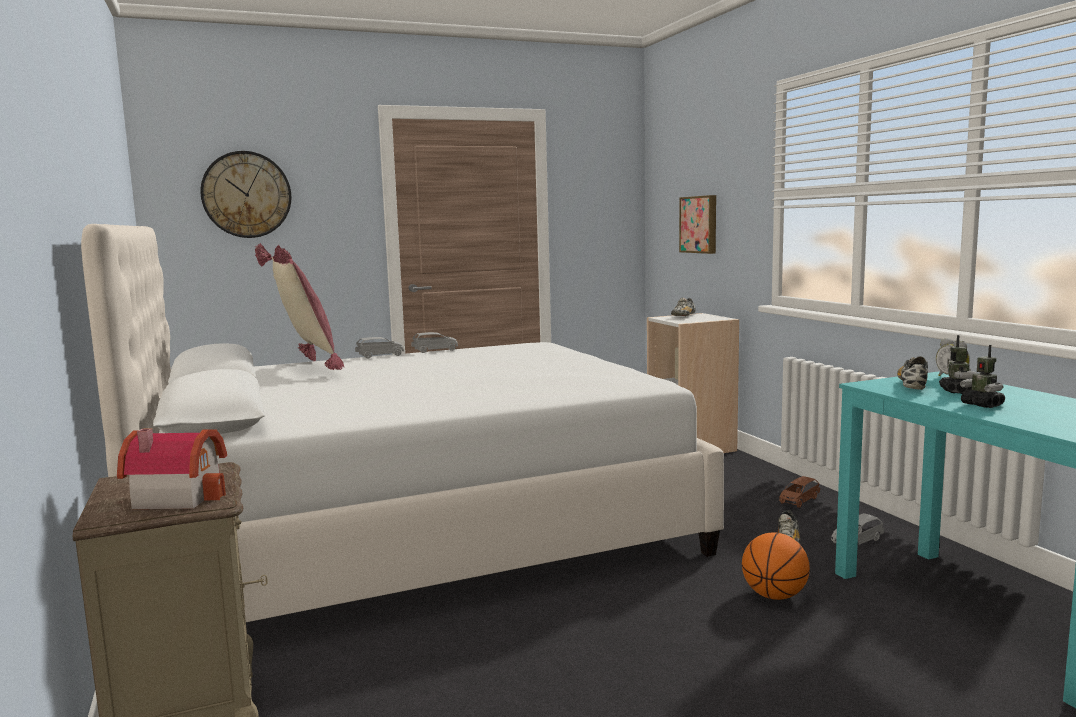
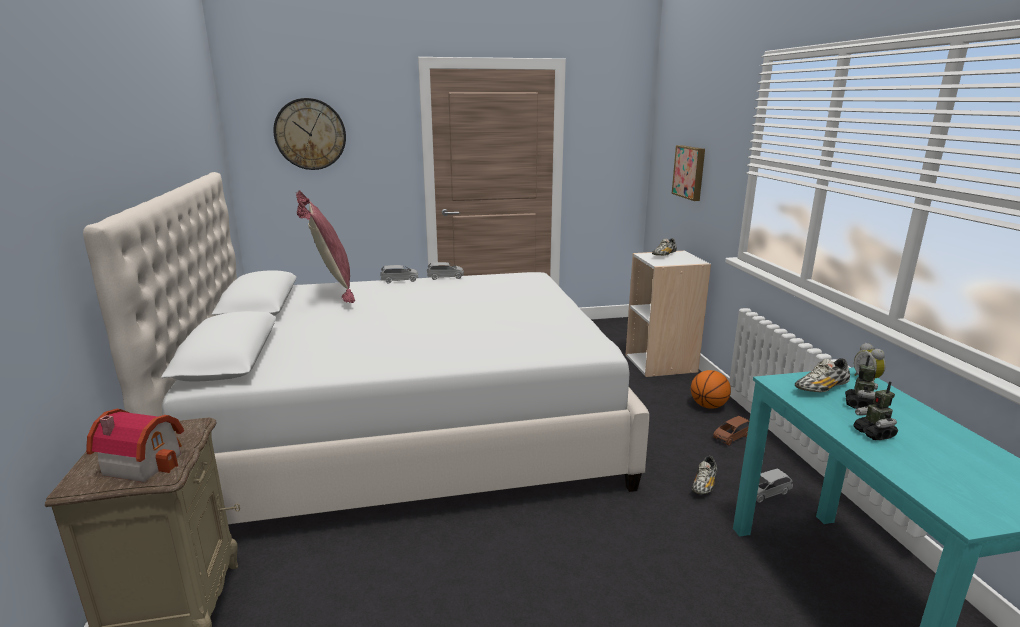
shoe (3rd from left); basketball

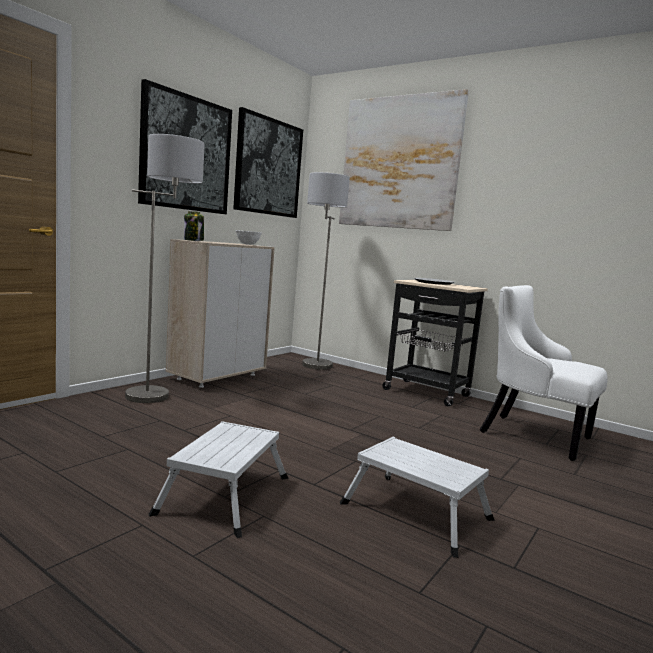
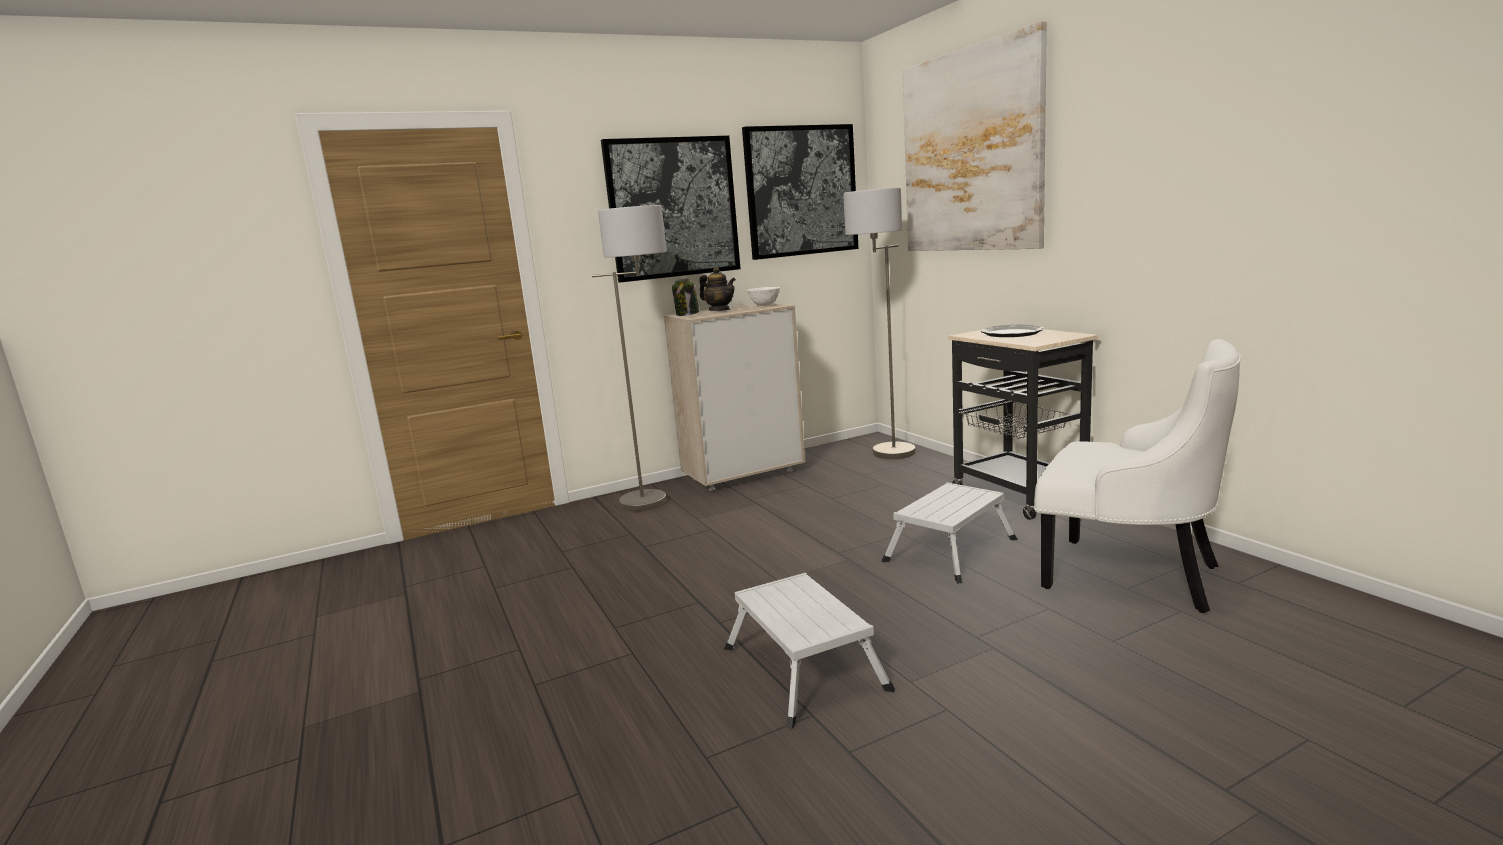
white chair; white step ladder (2nd from left); teapot

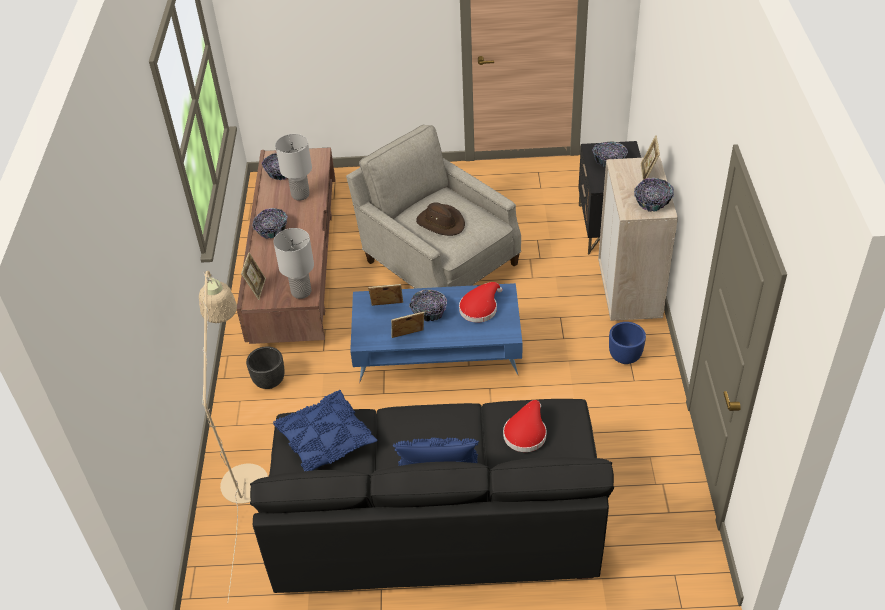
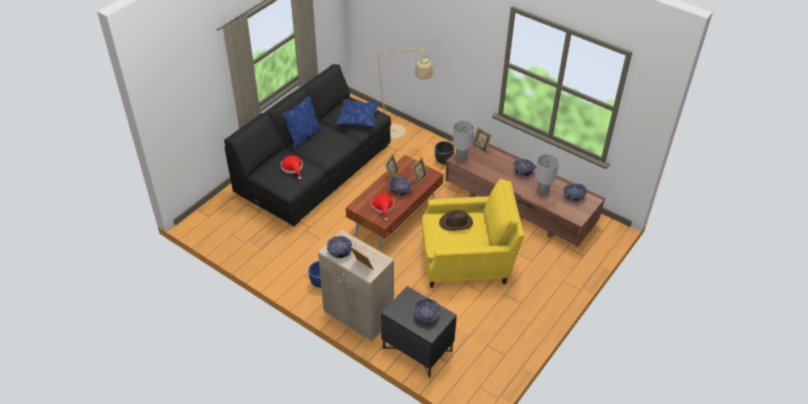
yellow armchair; brown coffee table

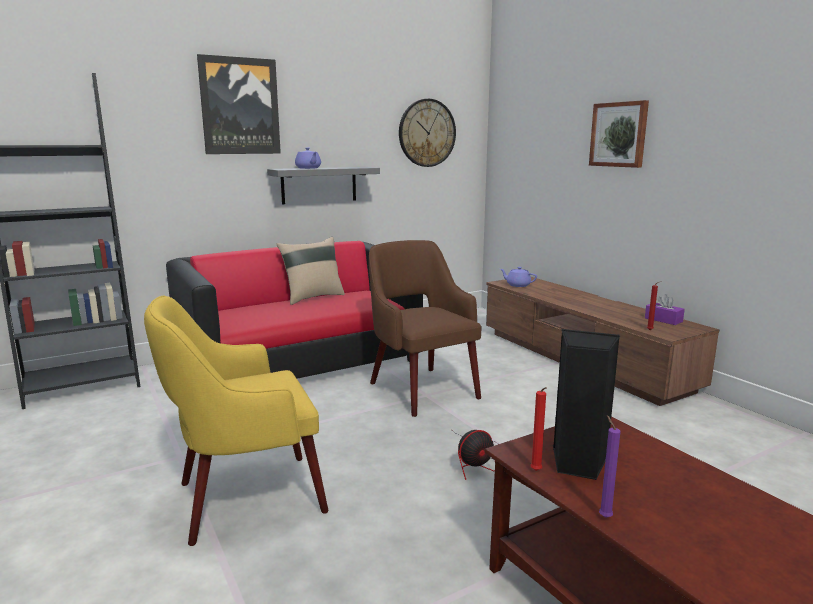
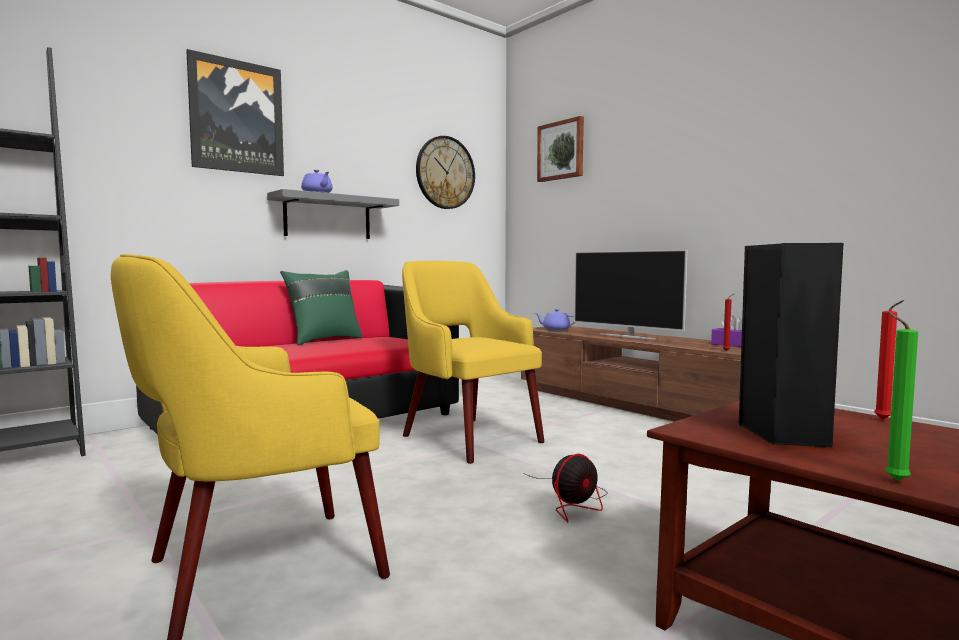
picture (2nd from left); green pillow; yellow armchair (2nd from left); red candle (2nd from left); green candle; television

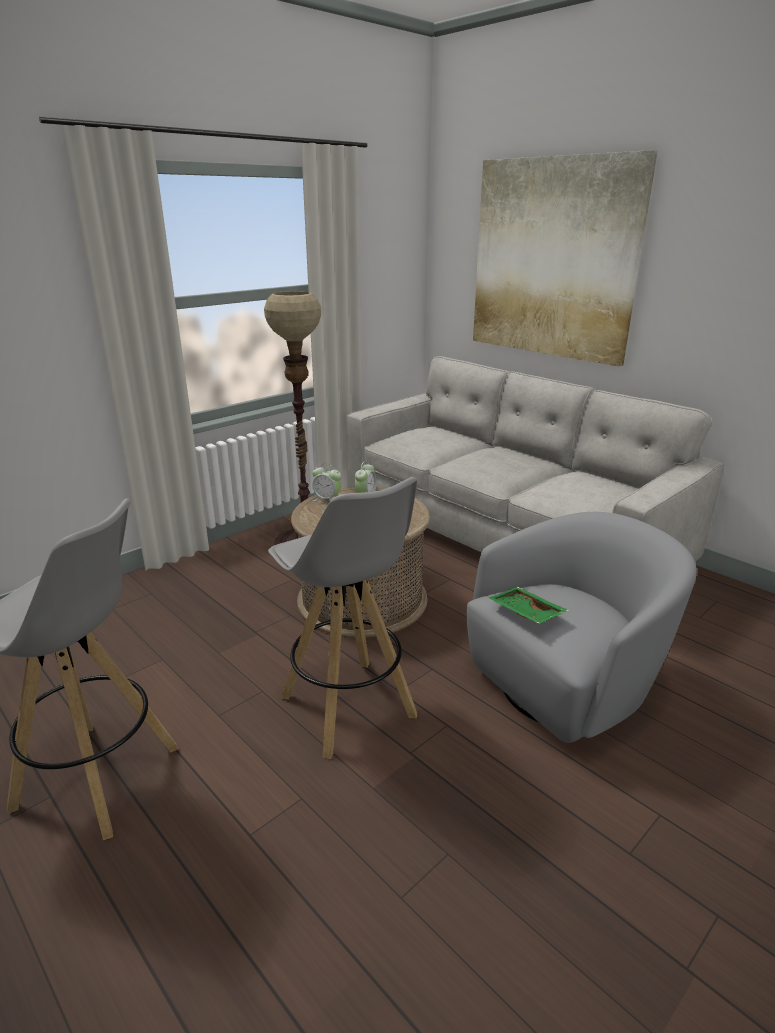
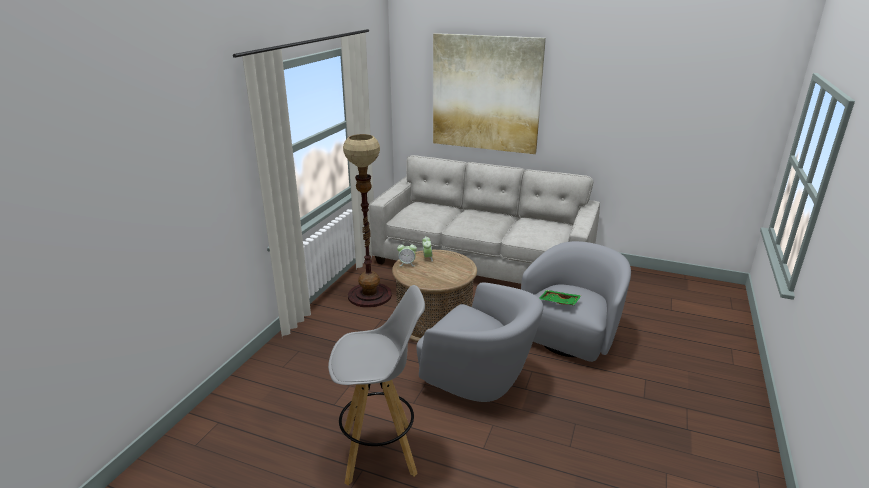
grey armchair (1st from left)

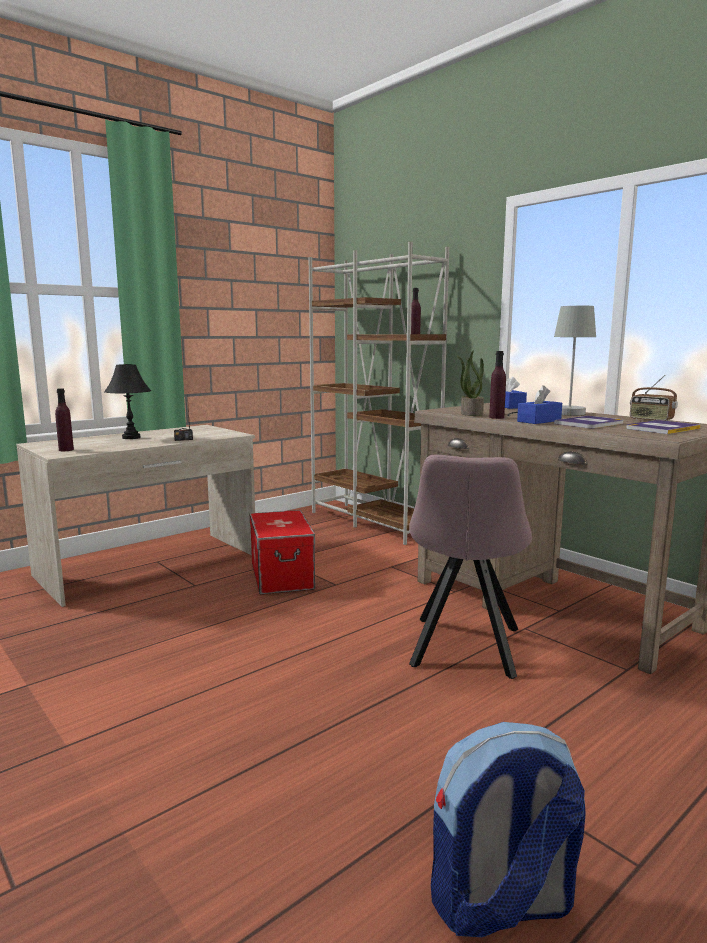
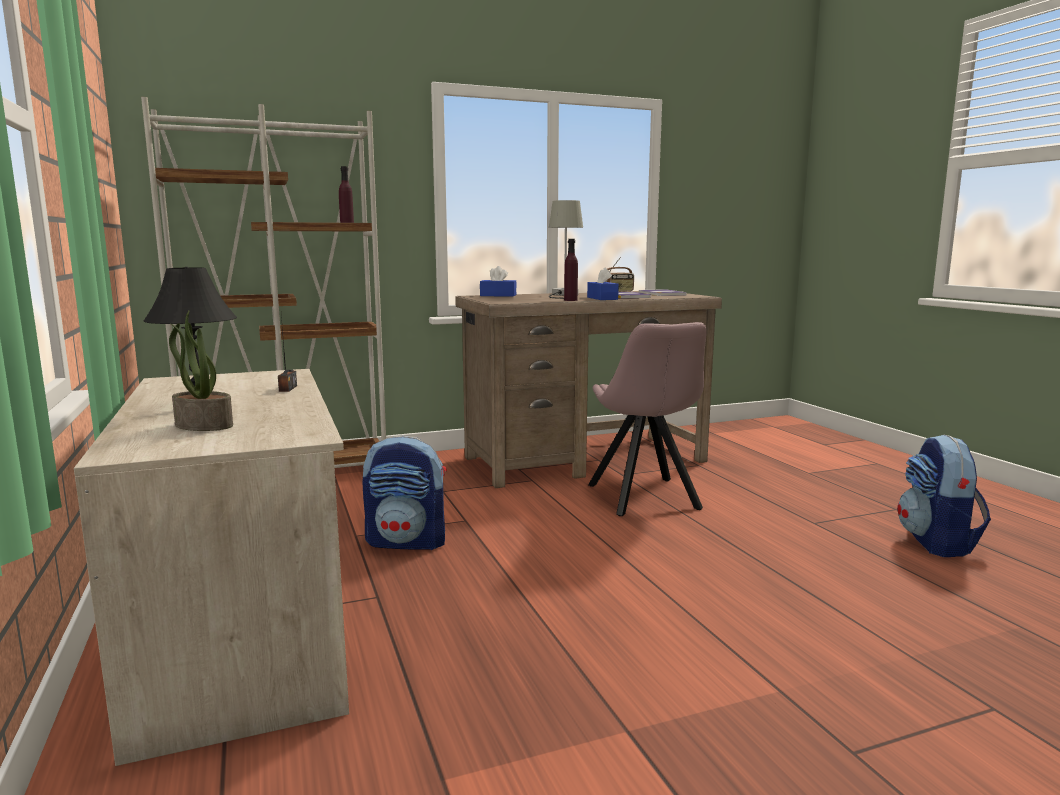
potted plant; purple bottle (1st from left in the first image); pink chair; backpack (1st from left)

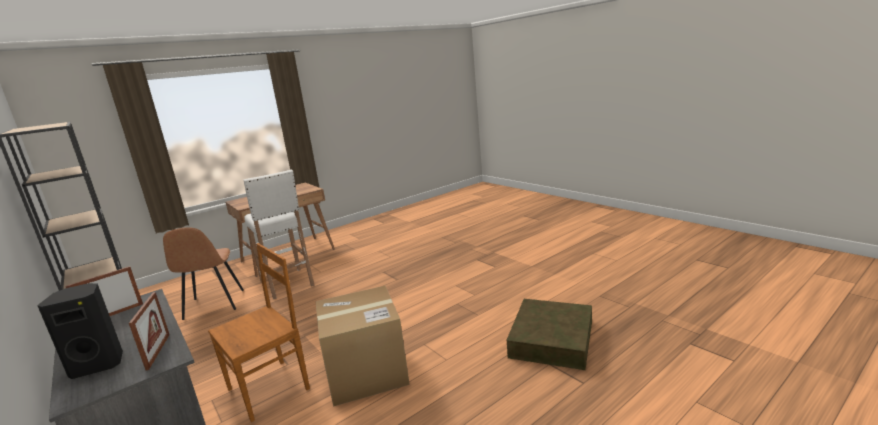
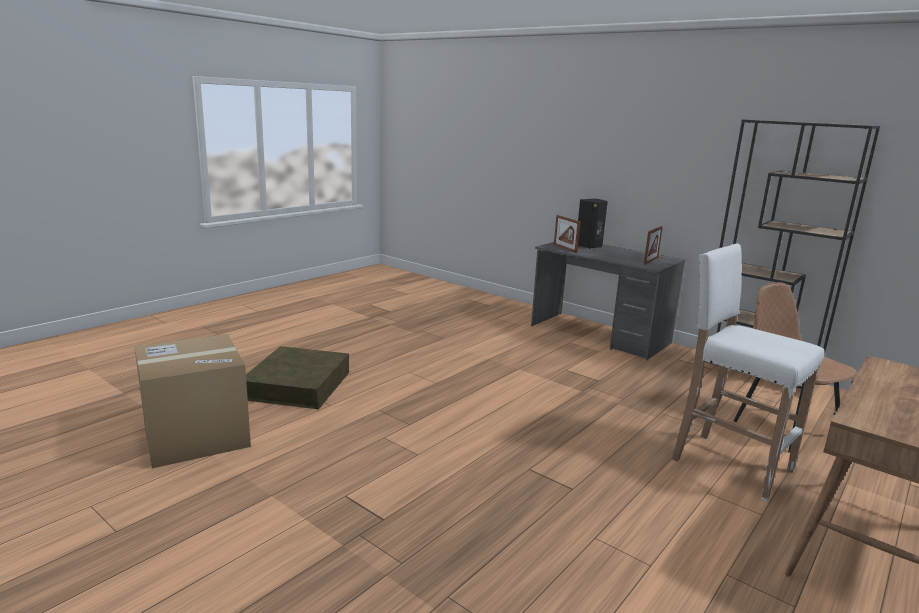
brown chair (2nd from left in the first image); cardboard box

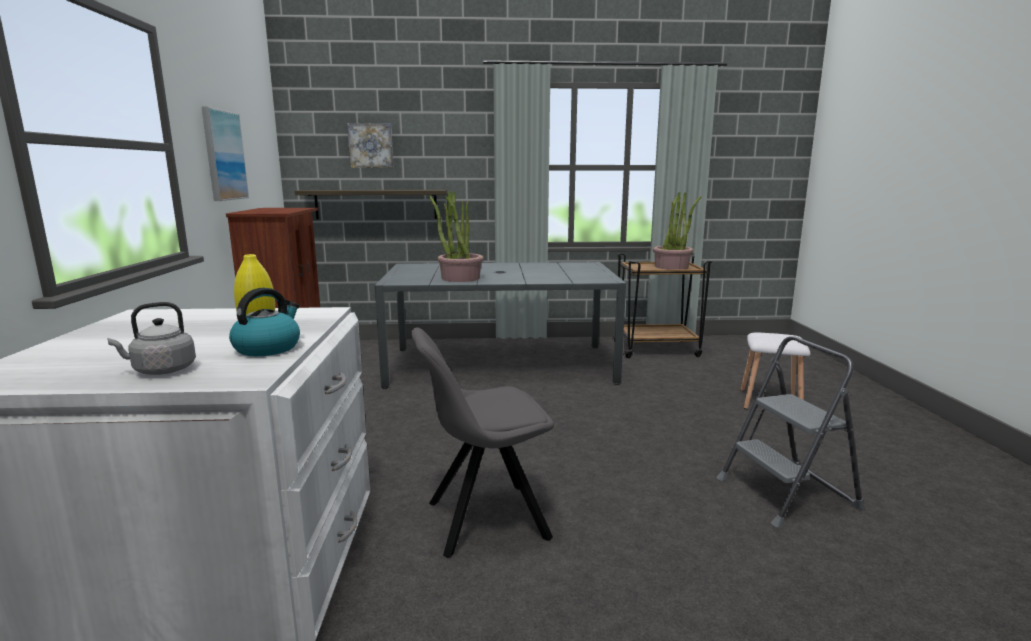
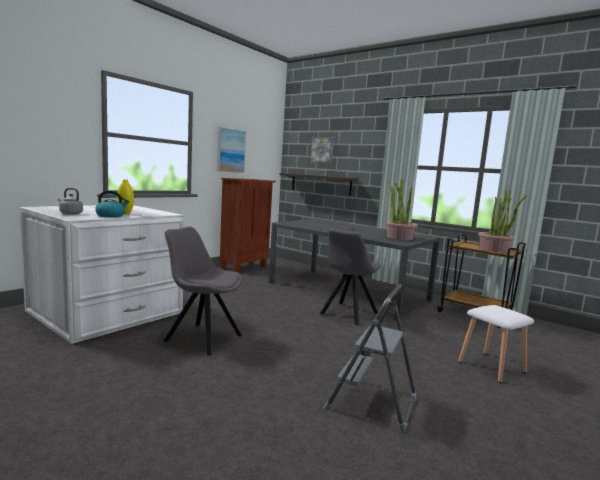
potted plant (1st from left); grey chair (2nd from left)

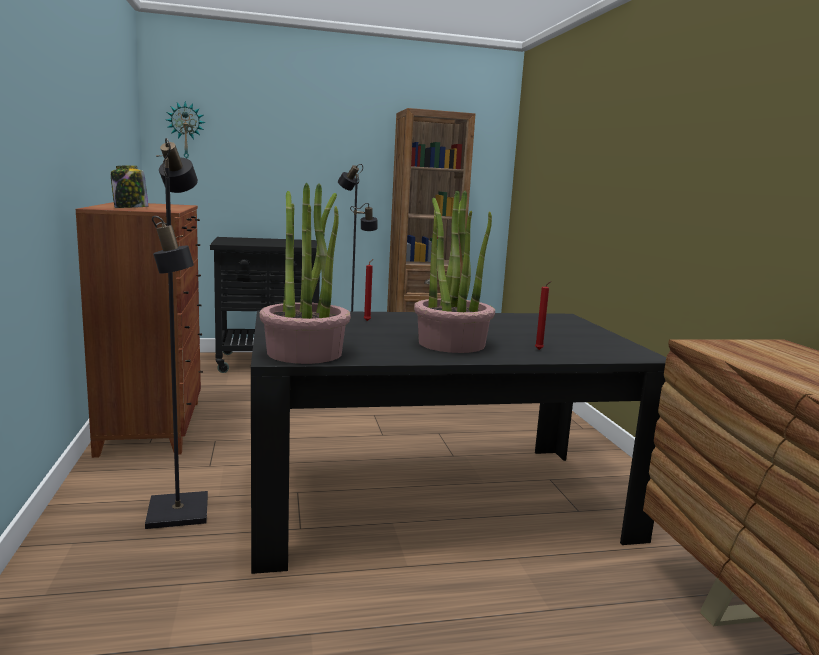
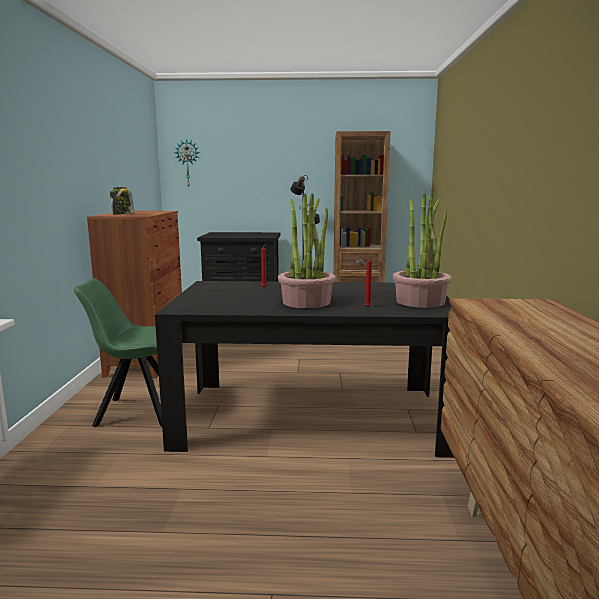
green chair; potted plant (2nd from left)

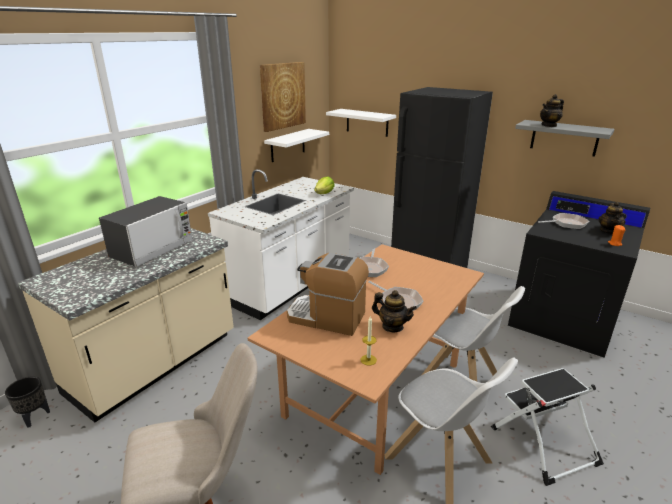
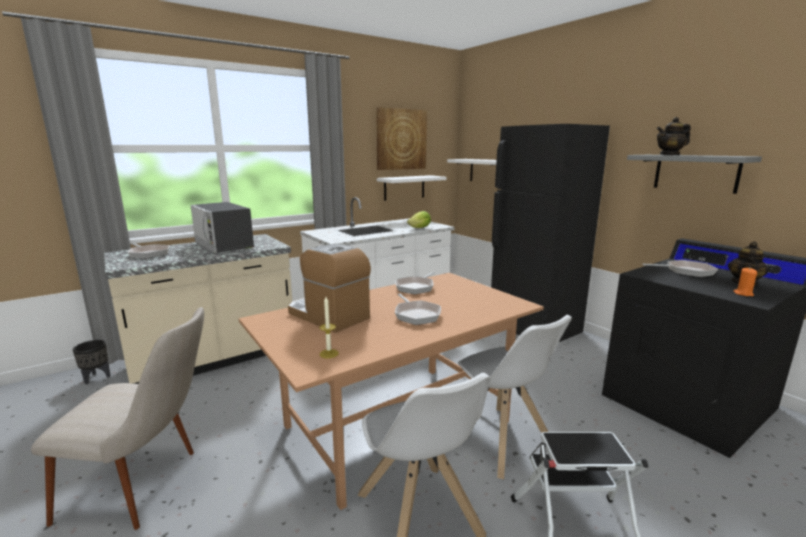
microwave; teapot (1st from left in the first image); frying pan (1st from left)

